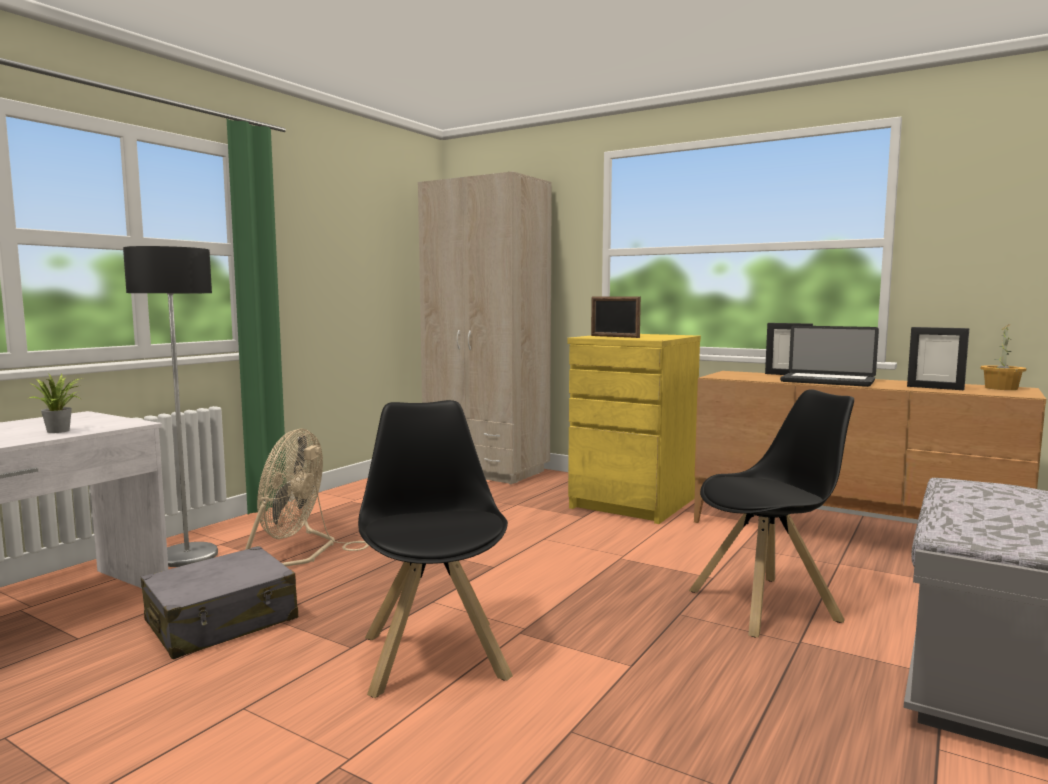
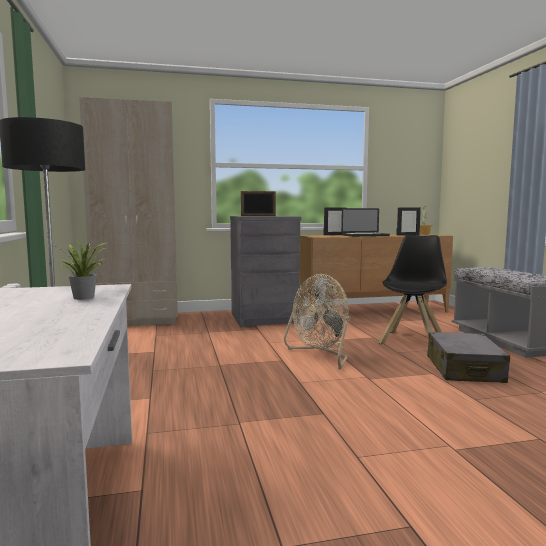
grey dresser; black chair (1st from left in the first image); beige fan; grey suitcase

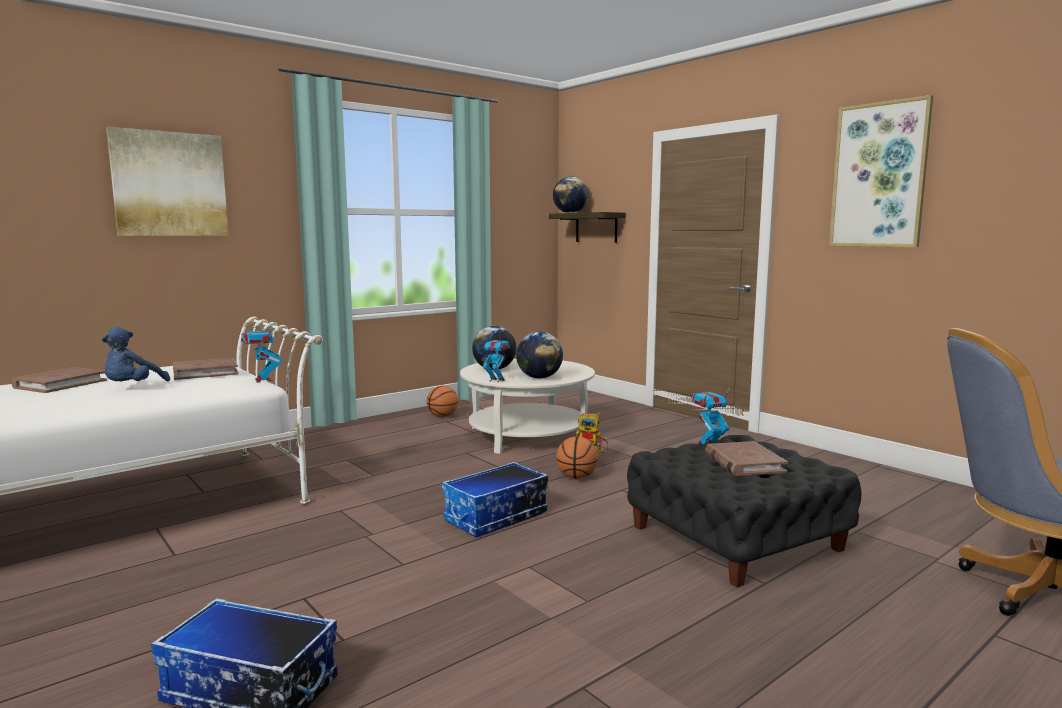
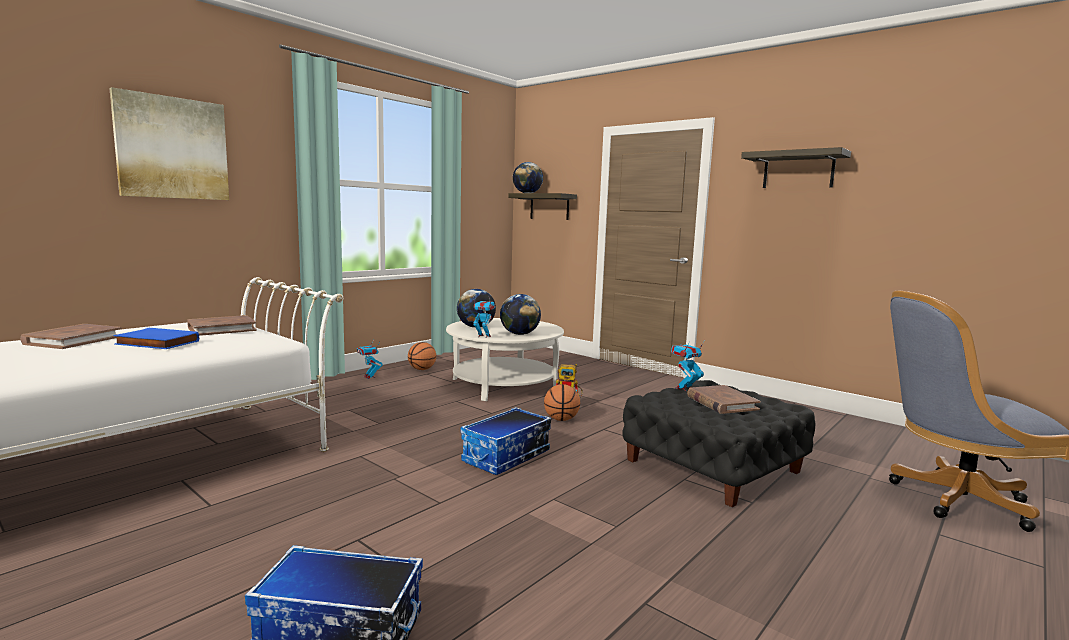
shelf (2nd from left); toy robot (1st from left); blue book

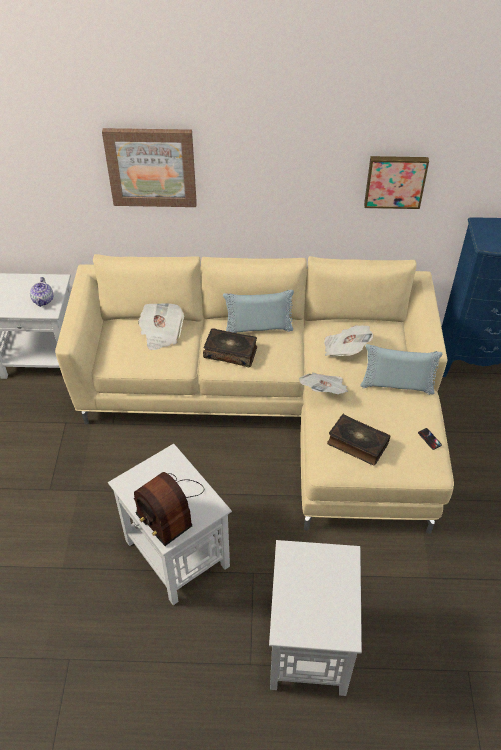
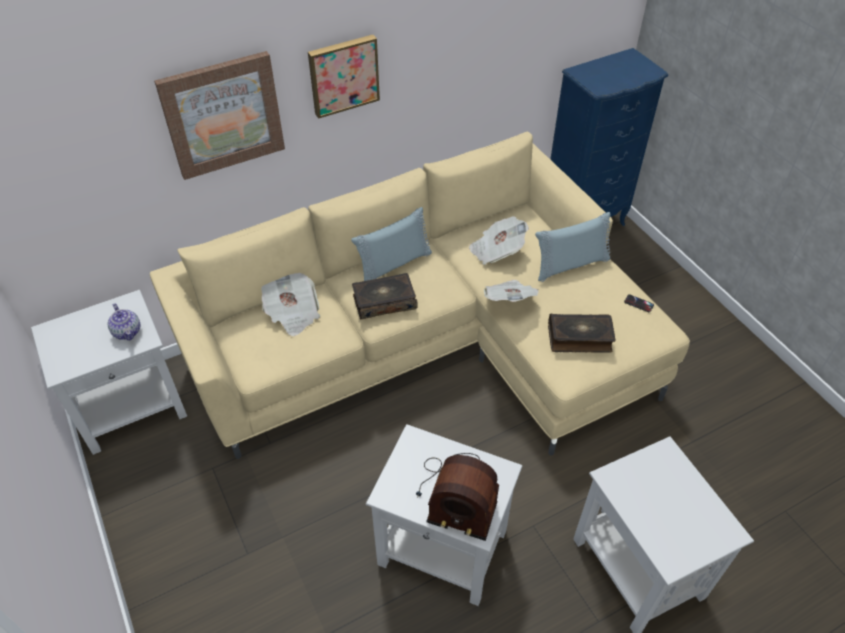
picture (2nd from left)

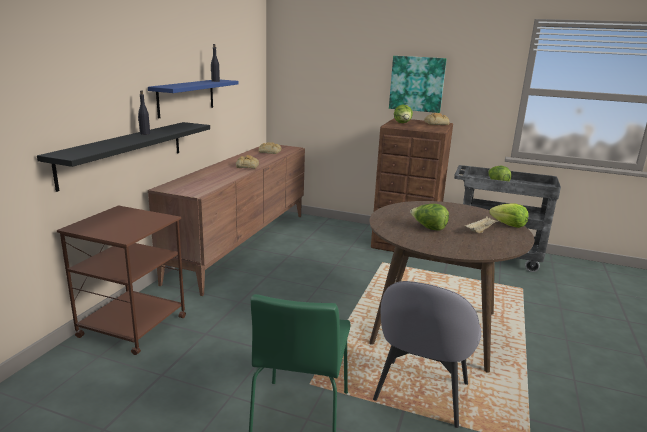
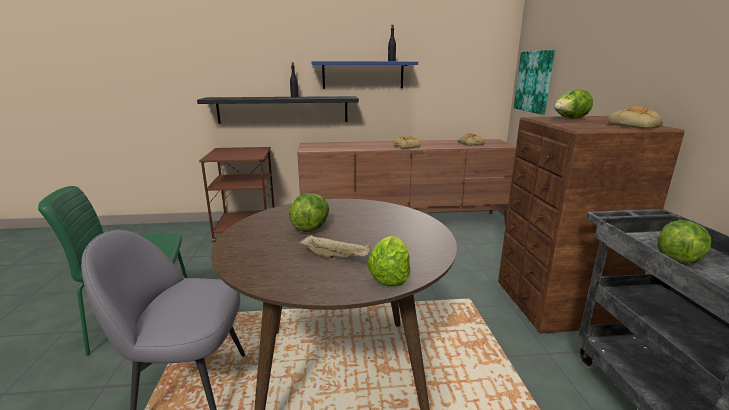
picture

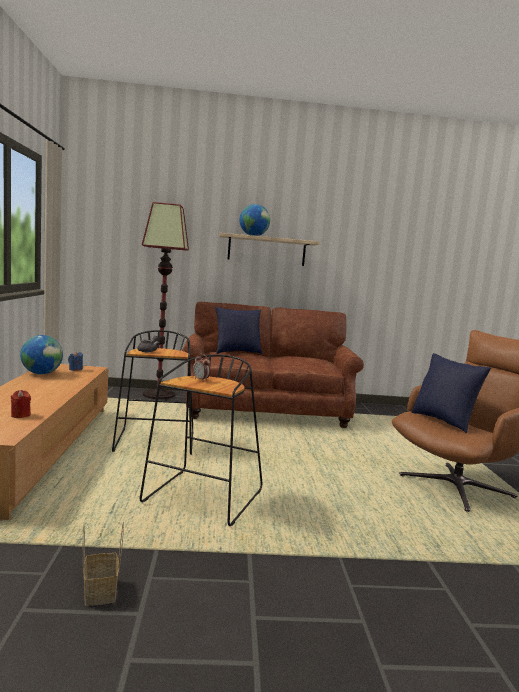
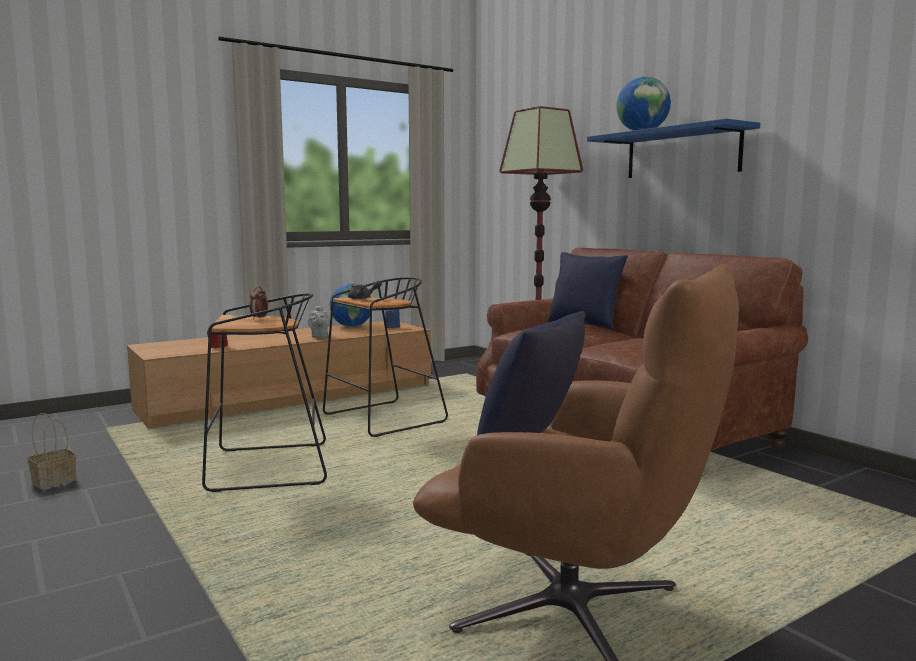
blue shelf; grey teapot (1st from left)

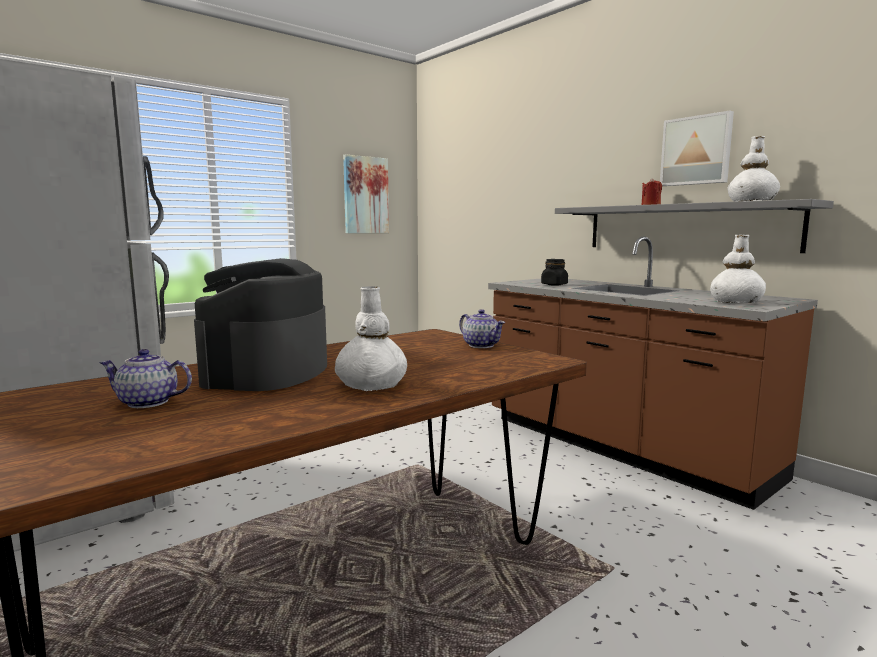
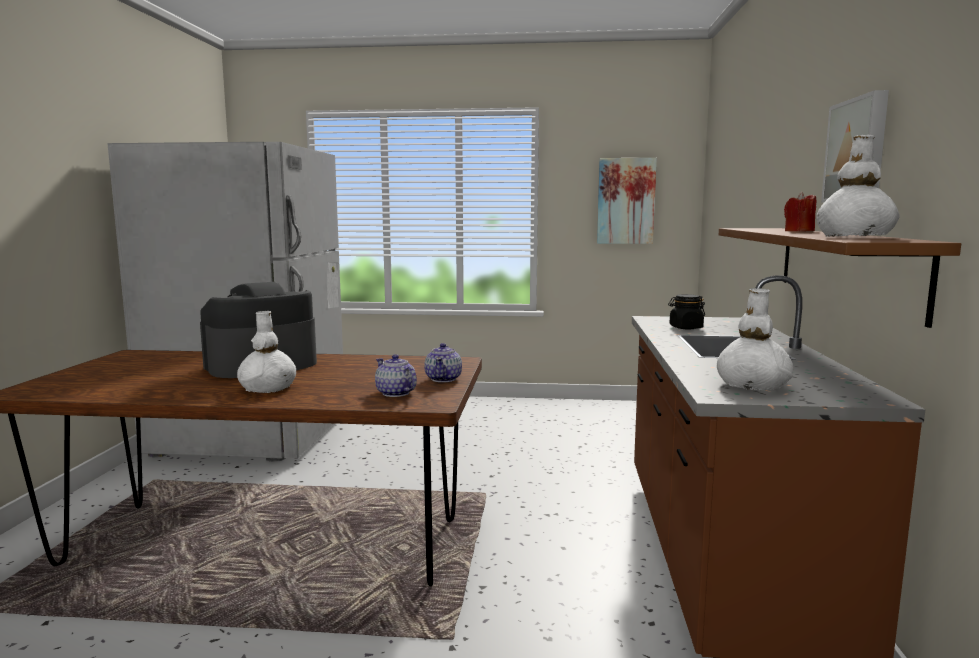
brown shelf; teapot (1st from left)

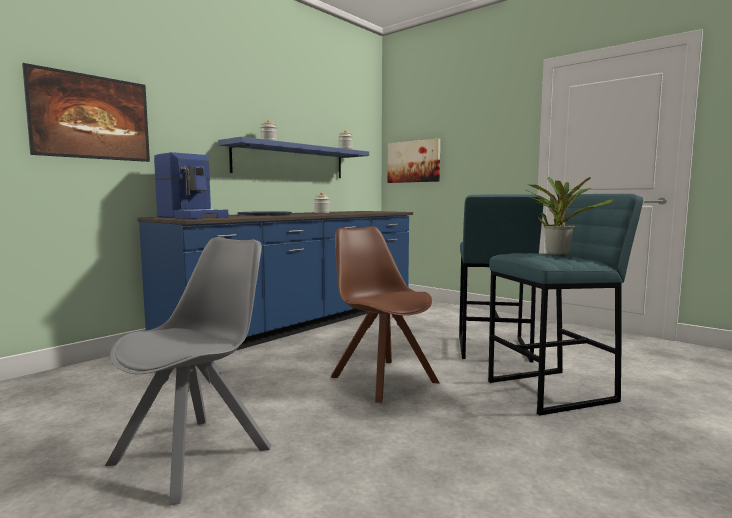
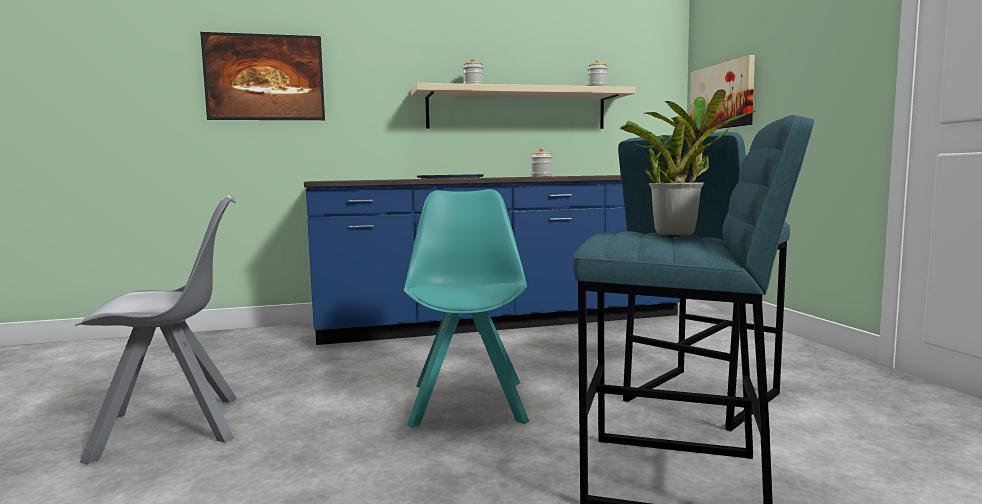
beige shelf; coffee machine; turquoise chair

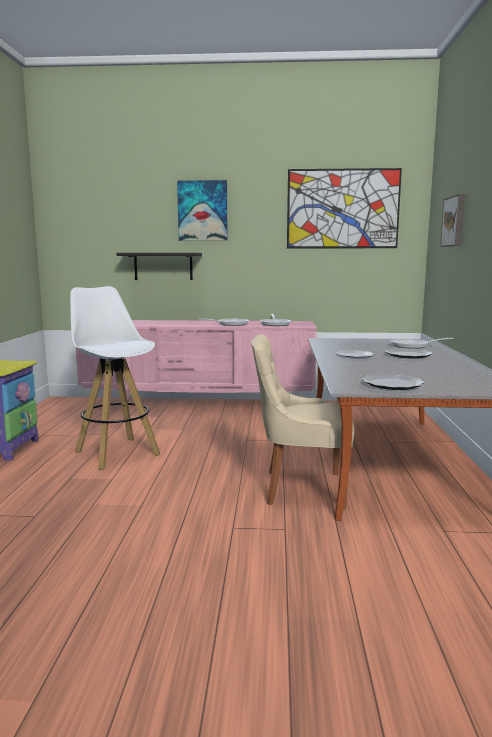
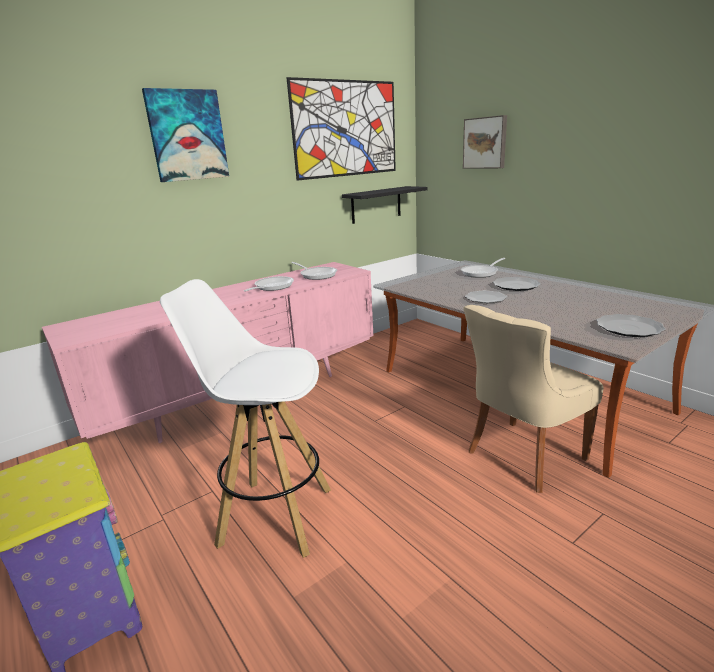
black shelf

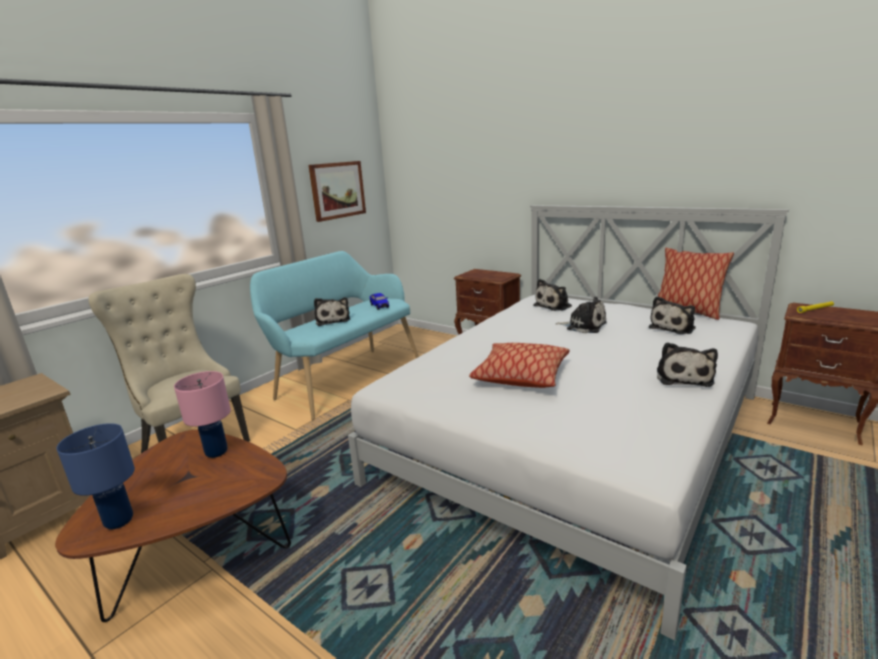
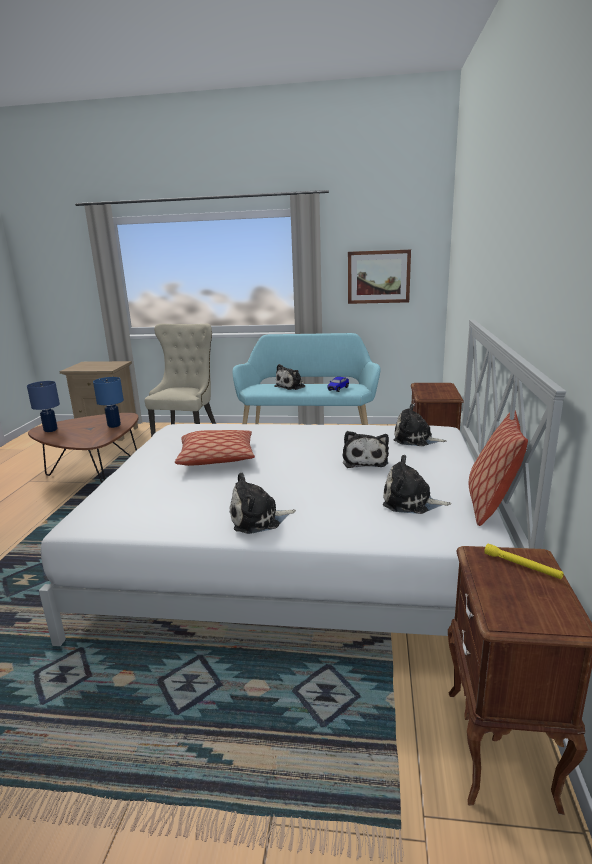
blue table lamp (2nd from left)

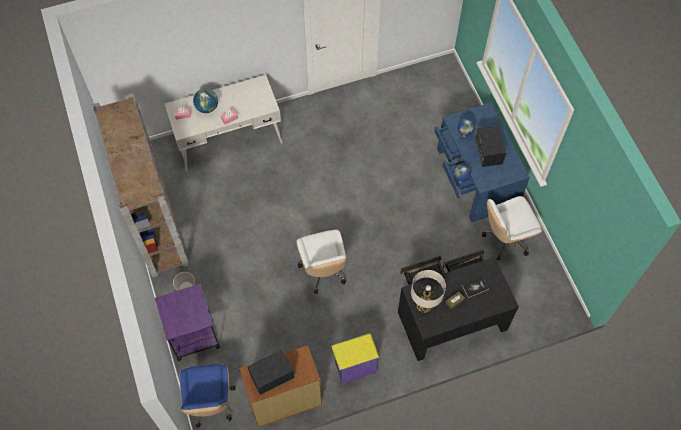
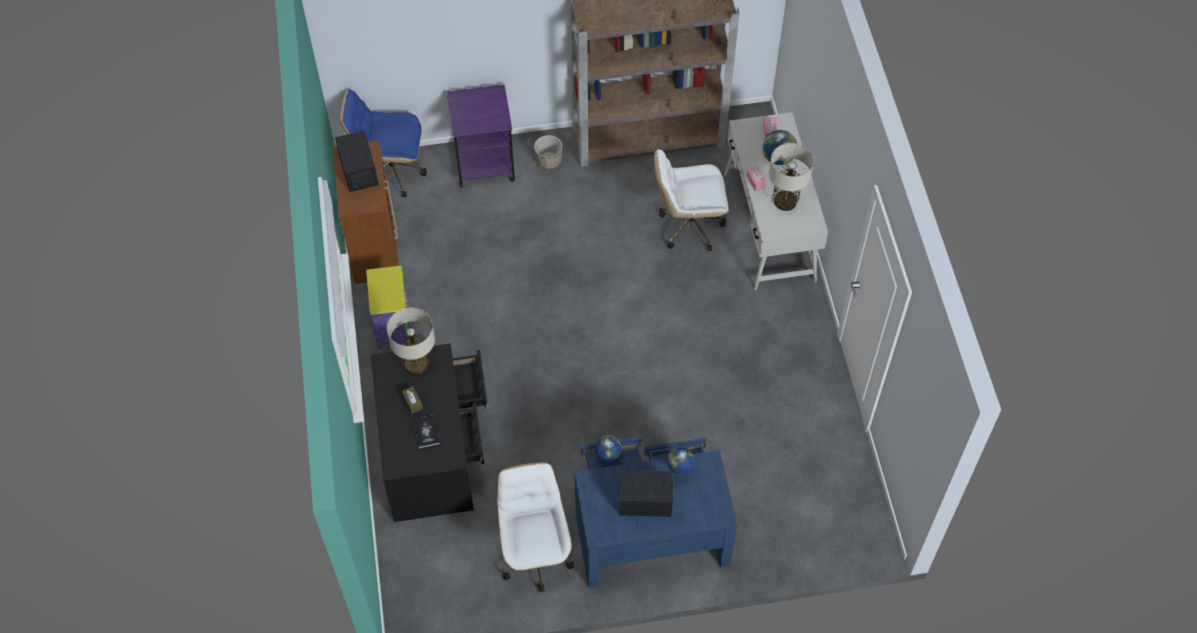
white office chair (2nd from left); table lamp (2nd from left)

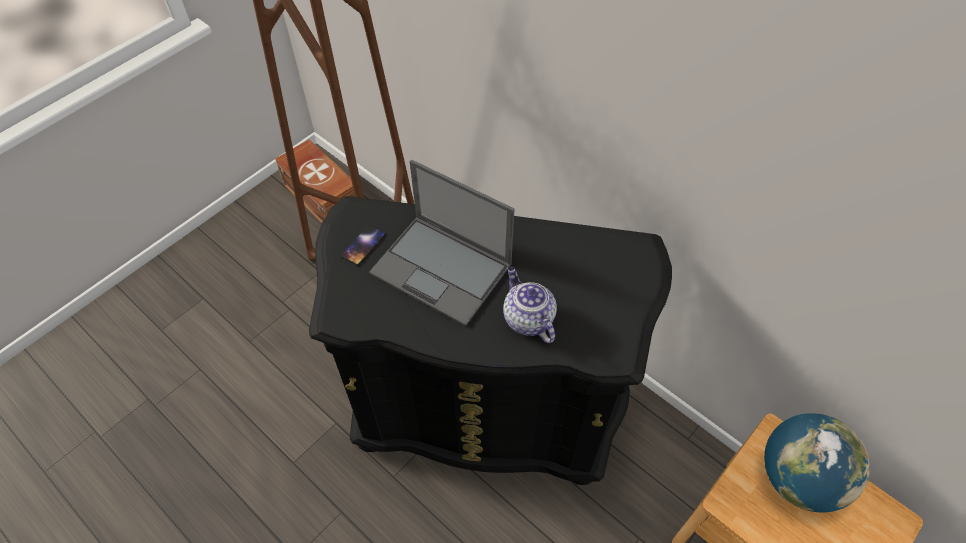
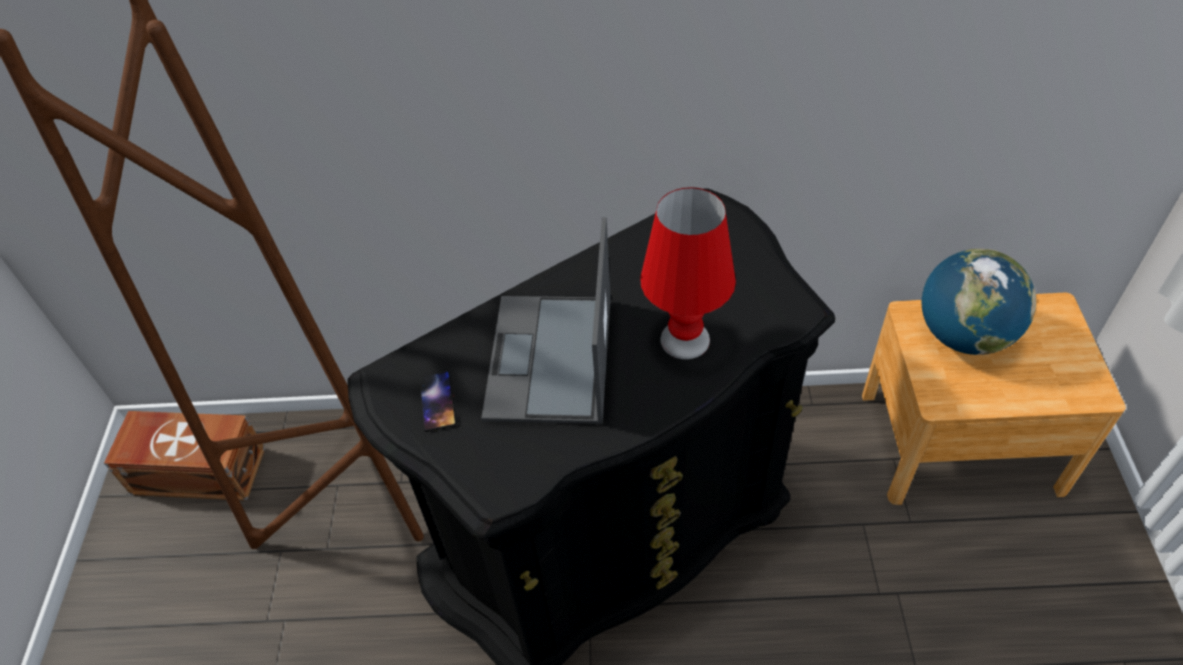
laptop; red table lamp

